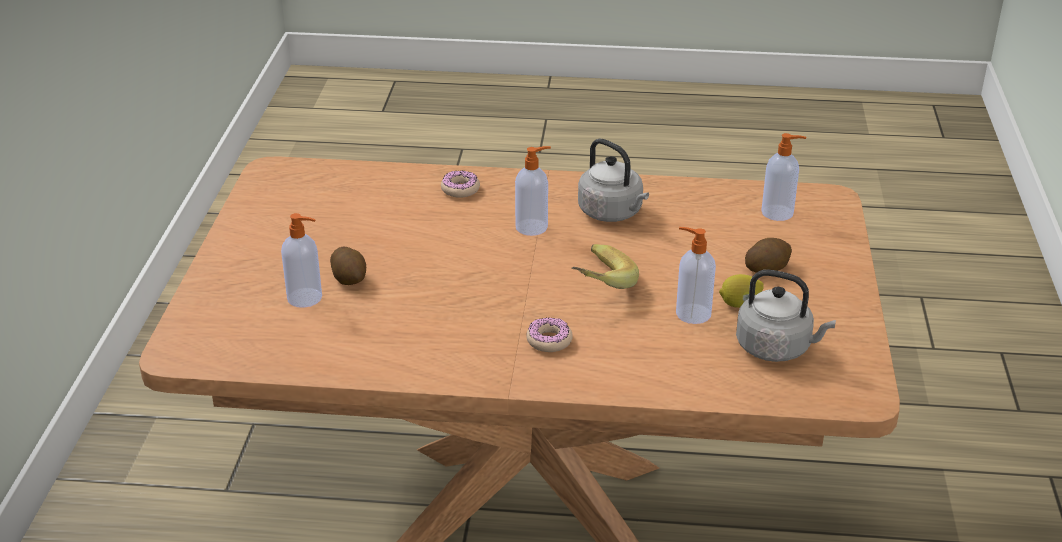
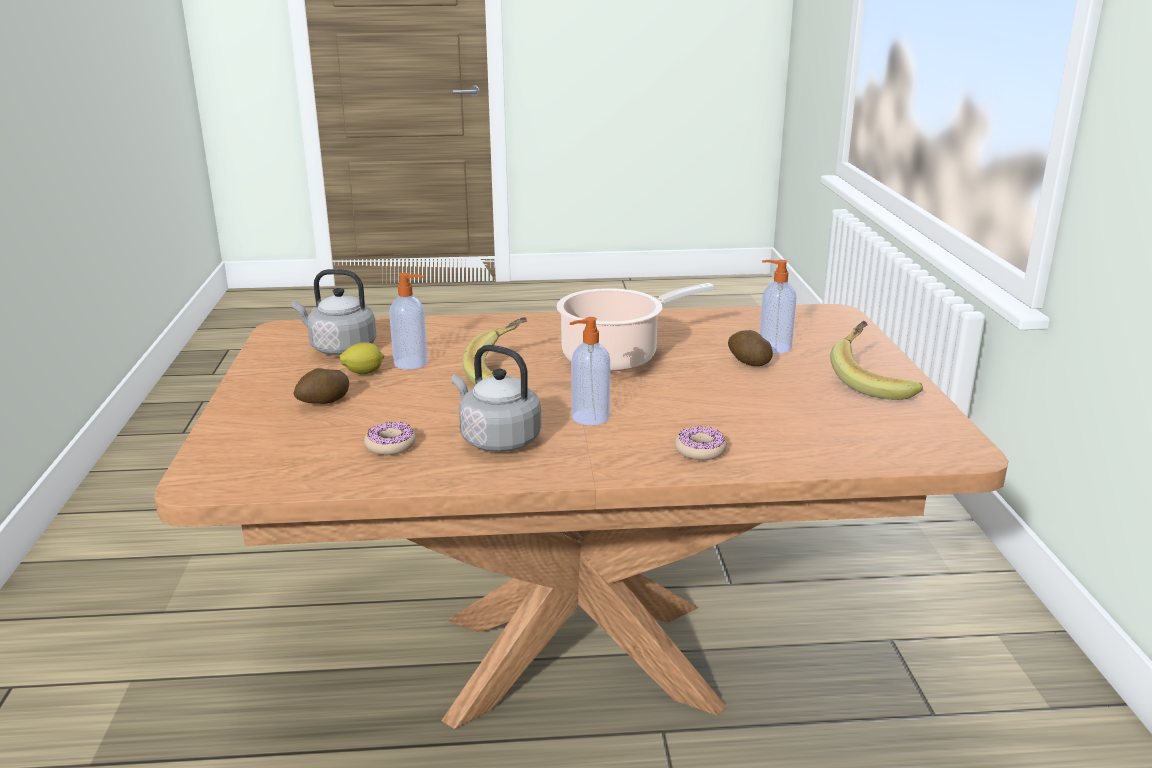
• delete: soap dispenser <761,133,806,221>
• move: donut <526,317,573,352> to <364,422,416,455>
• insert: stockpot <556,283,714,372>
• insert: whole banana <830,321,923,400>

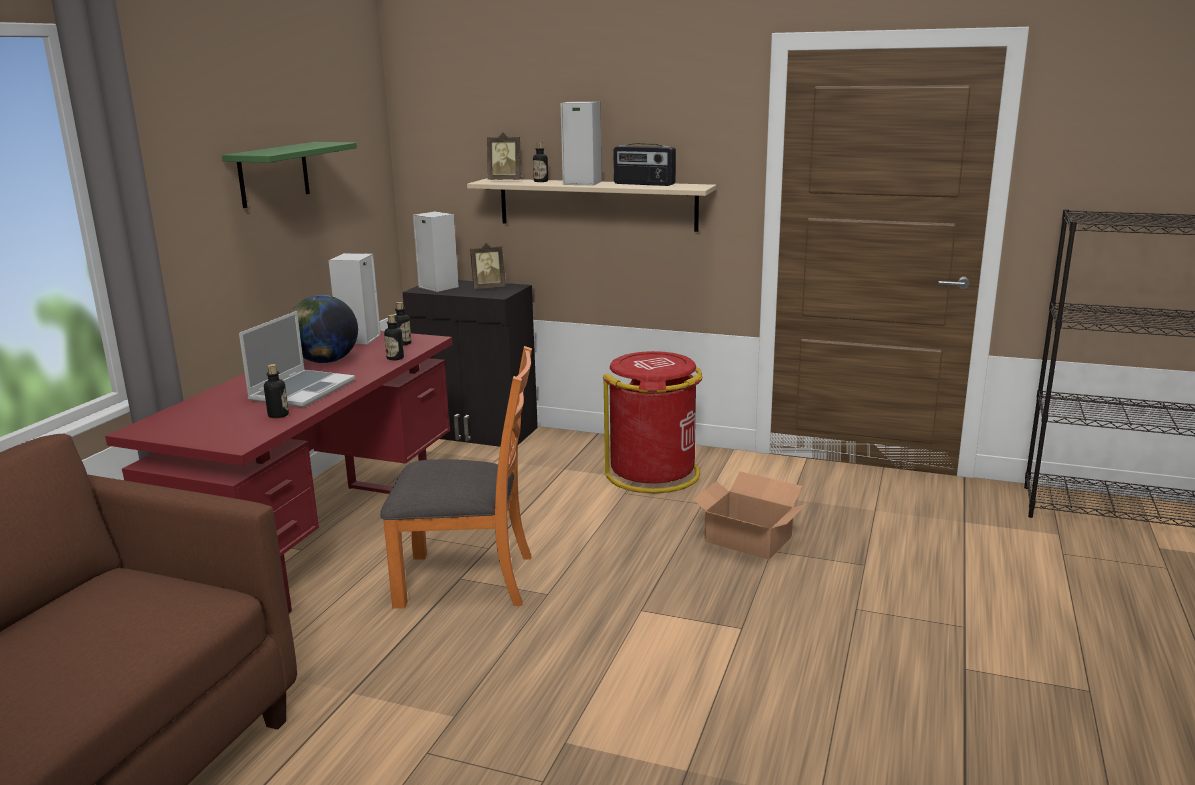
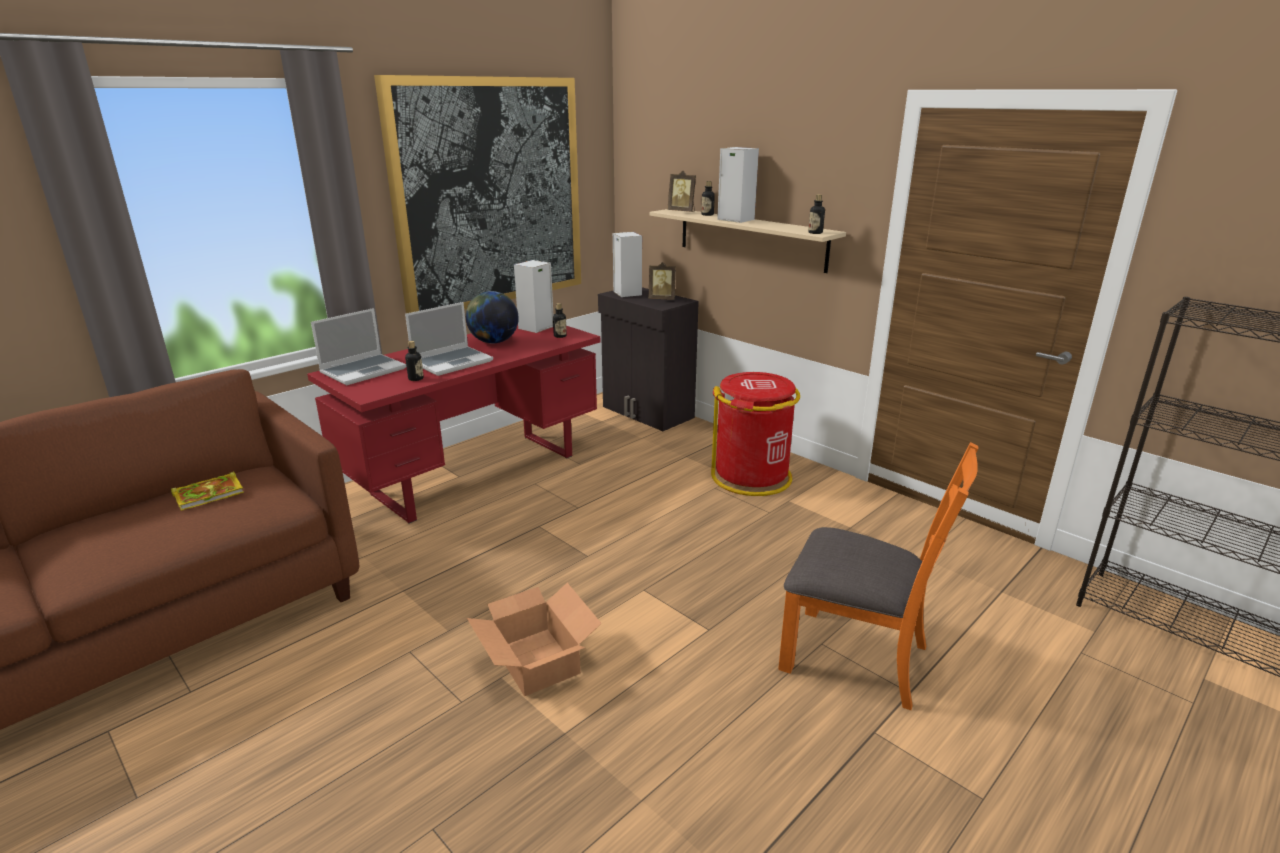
• replace: greenish shelf <222,142,357,208> to picture <374,75,581,314>
• delete: radio <613,143,676,186>
• move: beverage bottle <384,314,404,361> to <808,194,825,234>
• move: orange upright chair <380,346,532,609> to <778,442,979,710>
• move: cardboard box <693,471,808,560> to <467,583,602,696>
• insert: laptop <311,308,406,385>
• insert: bound book <171,471,244,511>

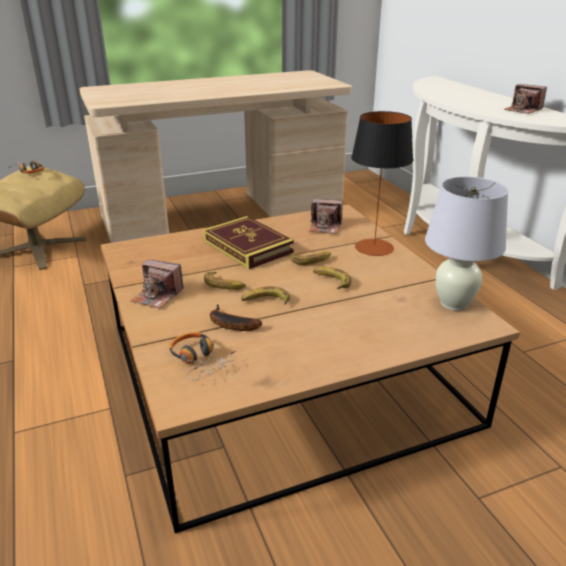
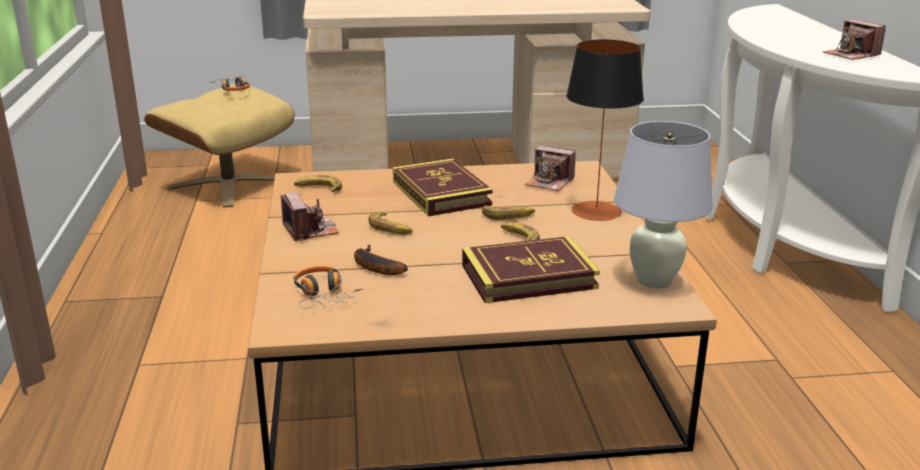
• rotate: still camera <131,259,184,309> = <281,192,339,241> 150 degrees counterclockwise
• move: whole banana <241,286,290,304> to <294,175,342,192>
• insert: bound book <462,236,600,303>

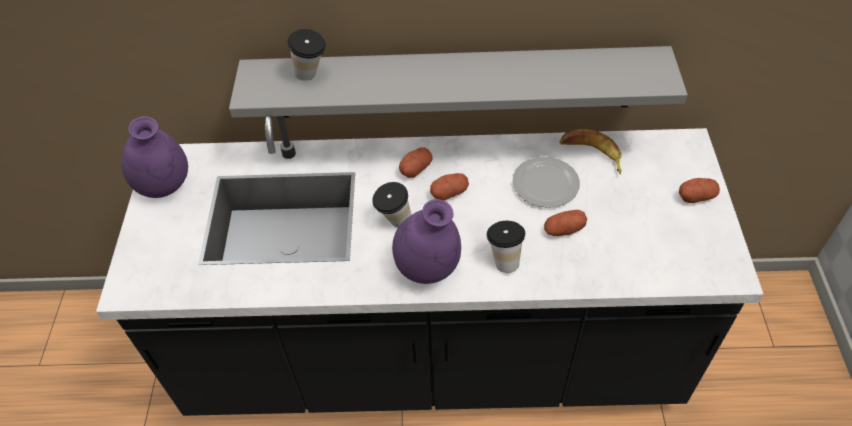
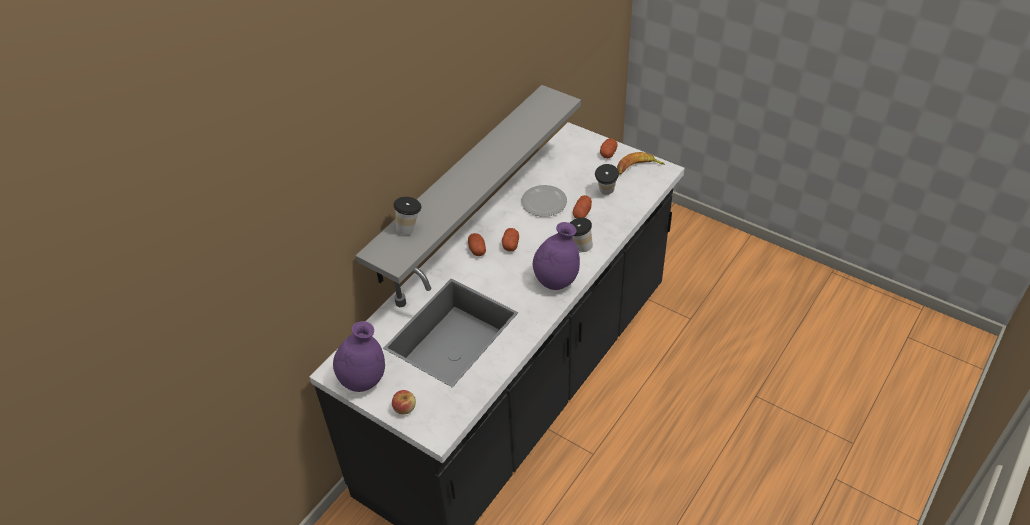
• move: whole banana <559,129,622,174> to <617,152,665,175>
• move: small cup <372,182,412,228> to <595,164,619,195>
• insert: apple fruit <392,390,416,415>

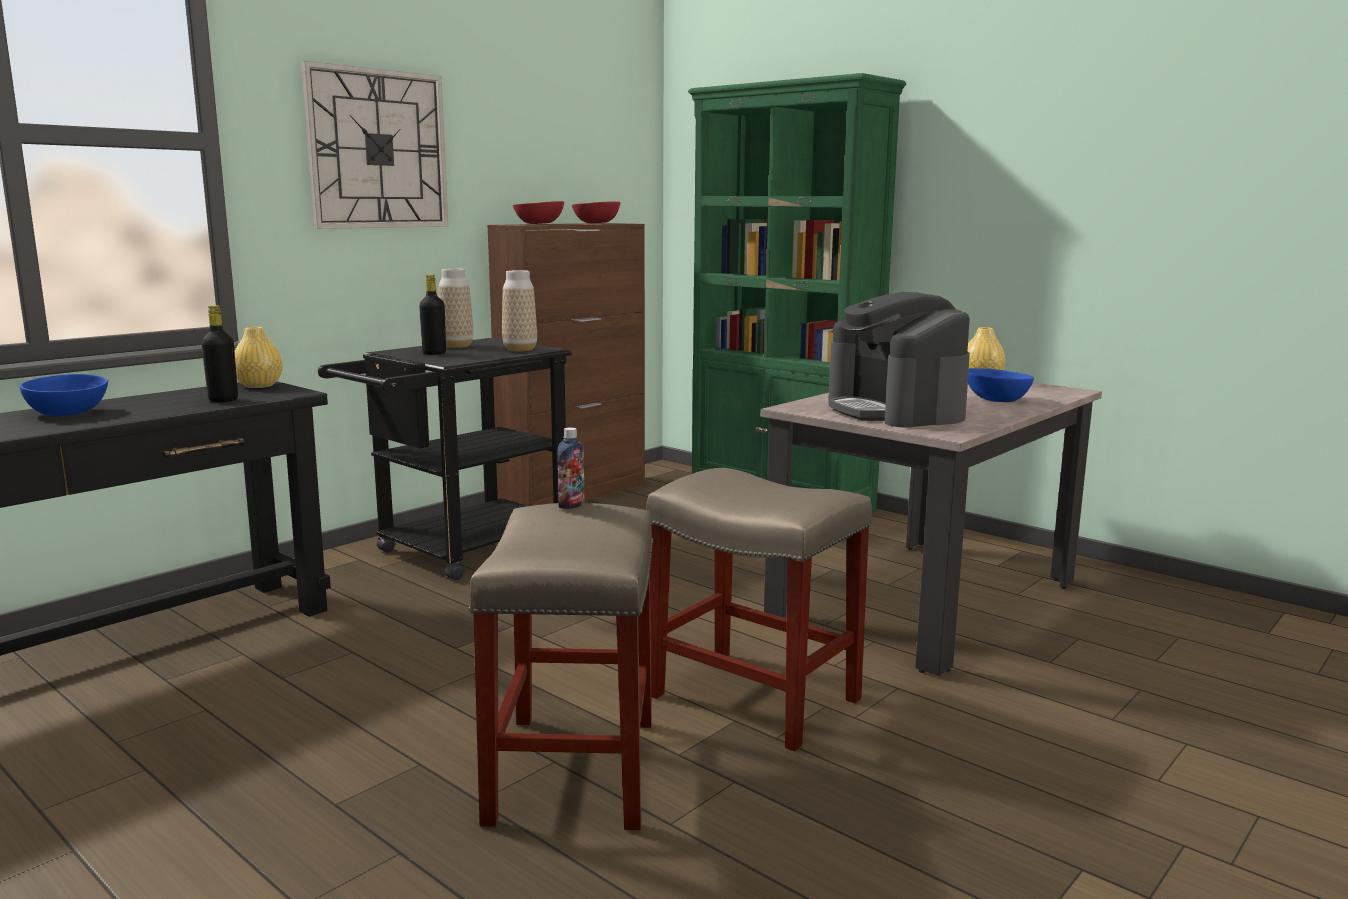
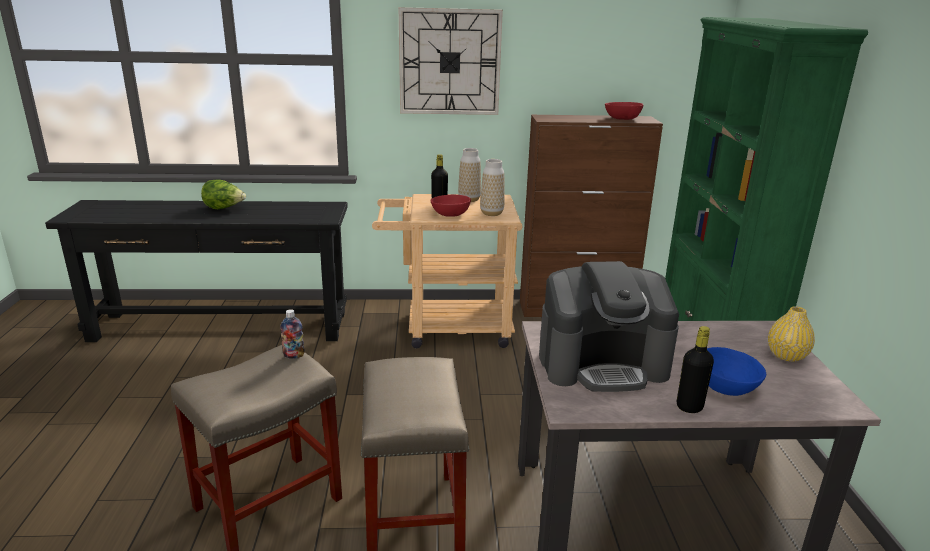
• move: reddish bowl <513,201,564,224> to <430,195,471,217>
• rotate: coffee maker <828,292,970,428> = <539,261,679,392> 120 degrees counterclockwise
• move: blackish beverage bottle <201,305,238,402> to <677,326,714,413>
• delete: yellowish vase <235,327,282,388>
• recolor: blackish wheeled cart <318,338,572,580> to beige wheeled cart <372,194,522,348>
• replace: blue-coloured bowl <20,374,108,416> to head of lettuce <201,179,246,209>

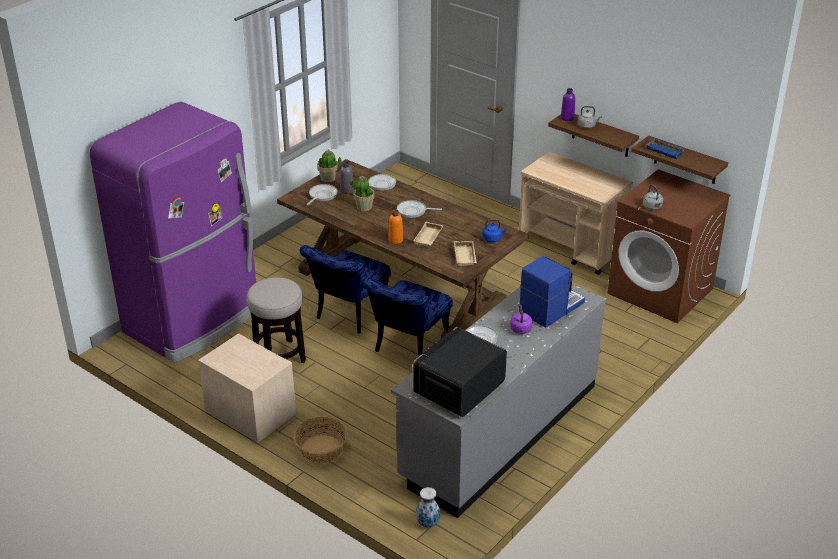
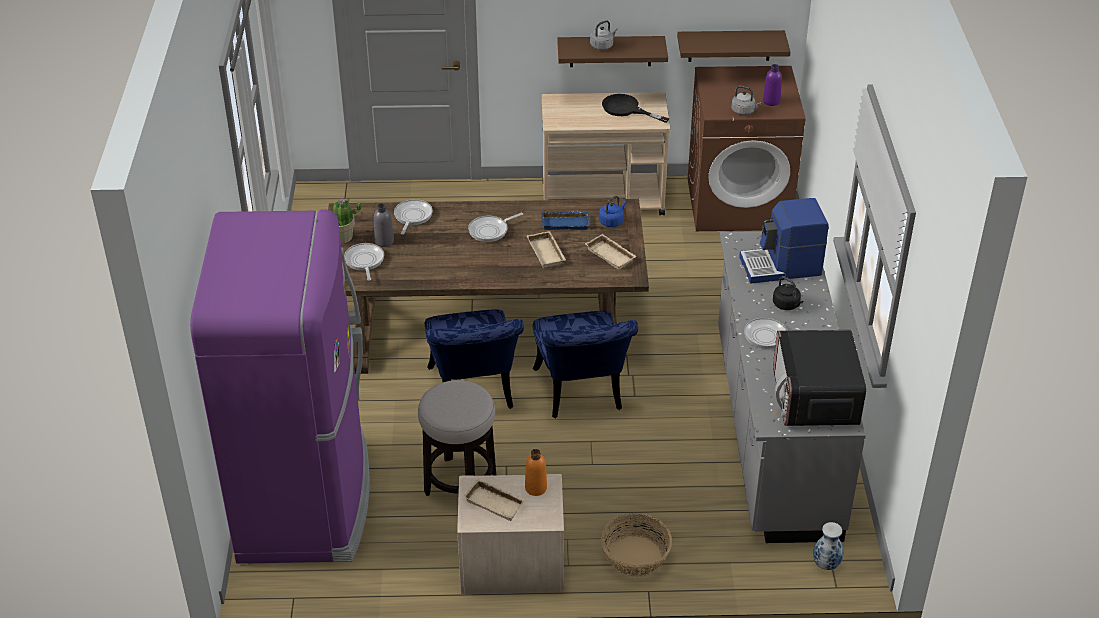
• move: purplish beverage bottle <561,88,575,121> to <763,64,782,106>
• move: blue-coloured serving tray <646,138,686,159> to <541,211,589,230>
• delete: houseplant <350,176,375,211>
• move: orange beverage bottle <388,210,403,244> to <525,449,547,496>
• rotate: coffee maker <520,256,585,328> = <739,198,829,284> 105 degrees counterclockwise
• recolor: purplish water kettle <510,305,533,334> to blackish water kettle <773,276,804,310>
• insert: blackish frying pan <602,94,670,123>
• insert: beige serving tray <463,479,526,521>

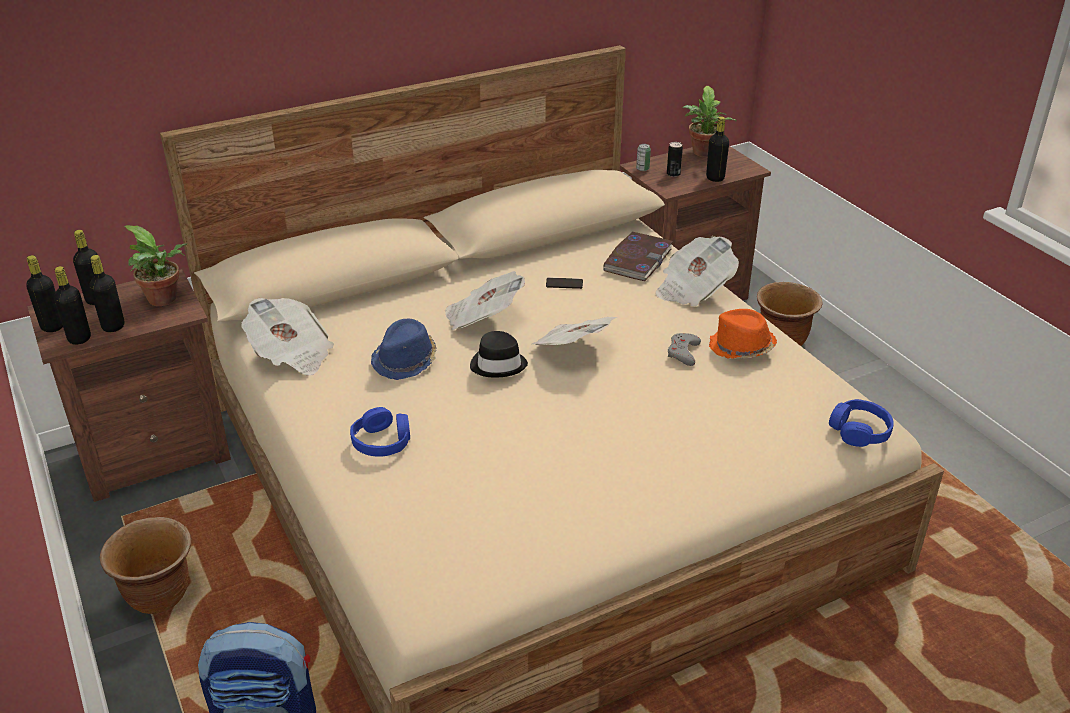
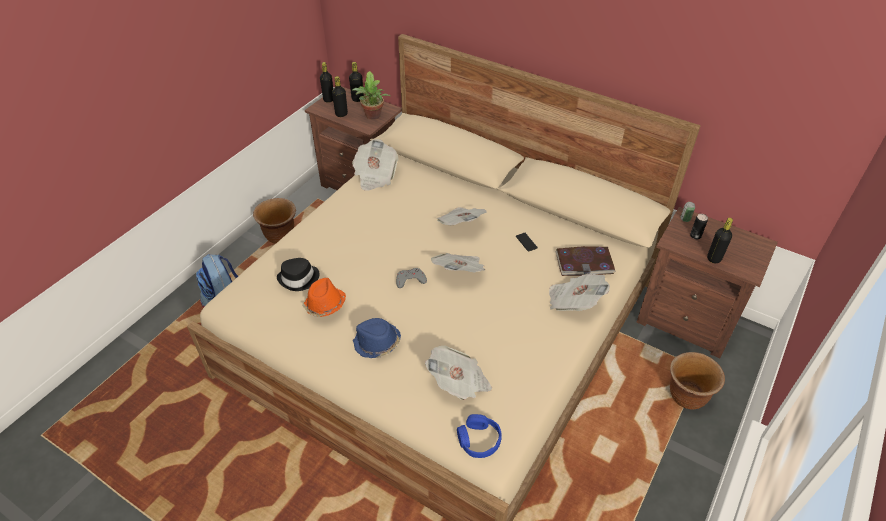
• delete: houseplant <682,86,737,157>
• delete: blackish beverage bottle <54,266,91,345>
• move: orange hat <709,309,777,359> to <303,278,346,317>
• move: blue-coloured hat <371,319,436,380> to <353,318,401,358>
• move: blackish hat <470,331,528,378> to <277,258,319,291>
• move: gray joypad <668,333,701,366> to <396,268,427,288>
• delete: blue-coloured pair of headphones <350,407,410,457>
• insert: printed paper <425,345,492,400>

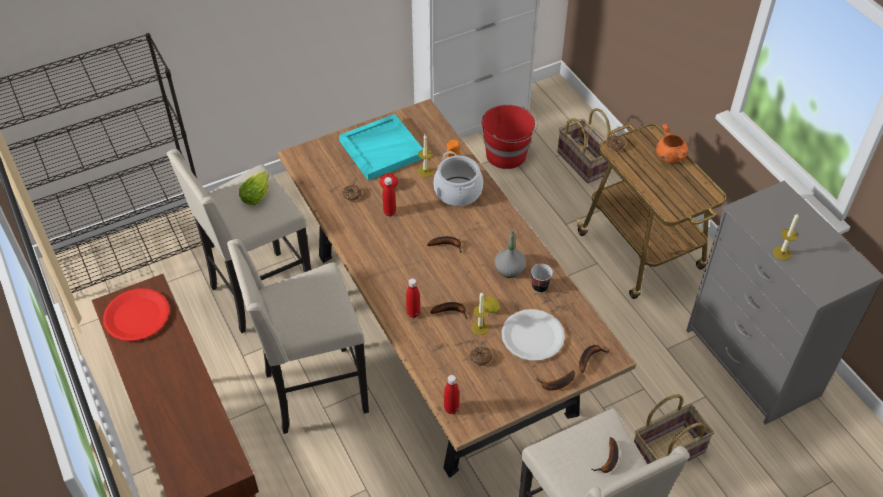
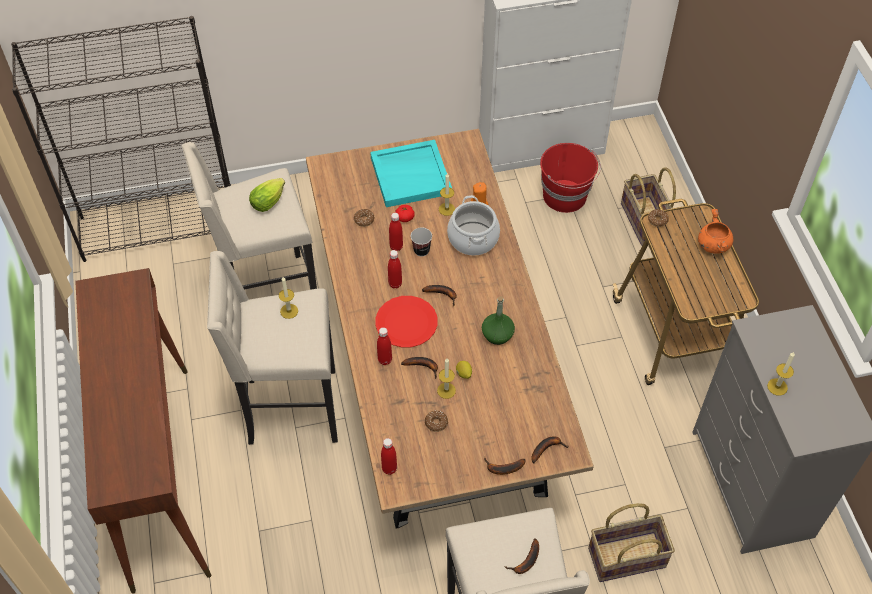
• recolor: gray beverage bottle <494,228,526,278> to greenish beverage bottle <482,296,515,345>
• move: small cup <531,264,553,293> to <411,228,432,256>
• move: reddish flat dish <103,288,170,341> to <375,296,438,347>
• delete: white flat dish <501,309,565,361>
• insert: reddish beverage bottle <388,250,402,288>
• insert: candle <279,277,298,319>

